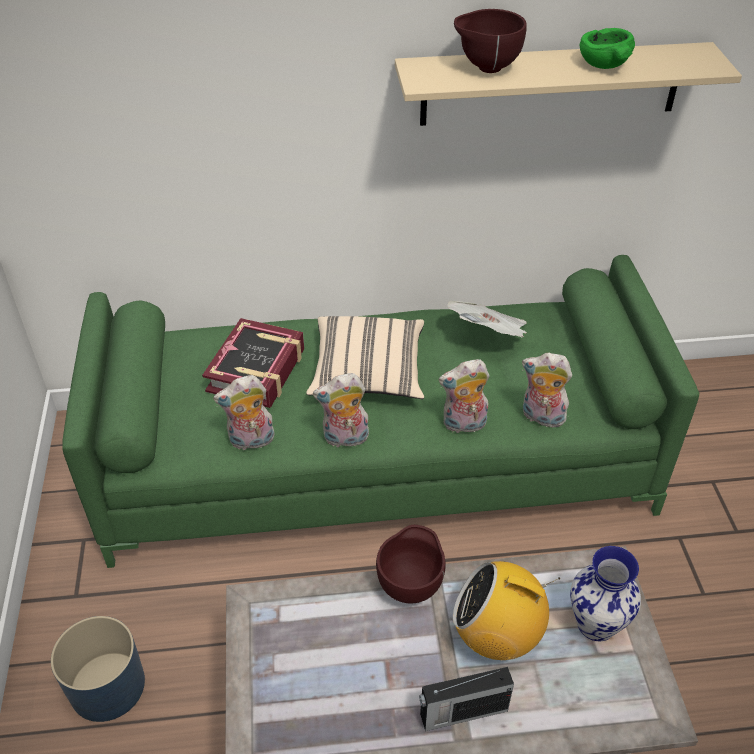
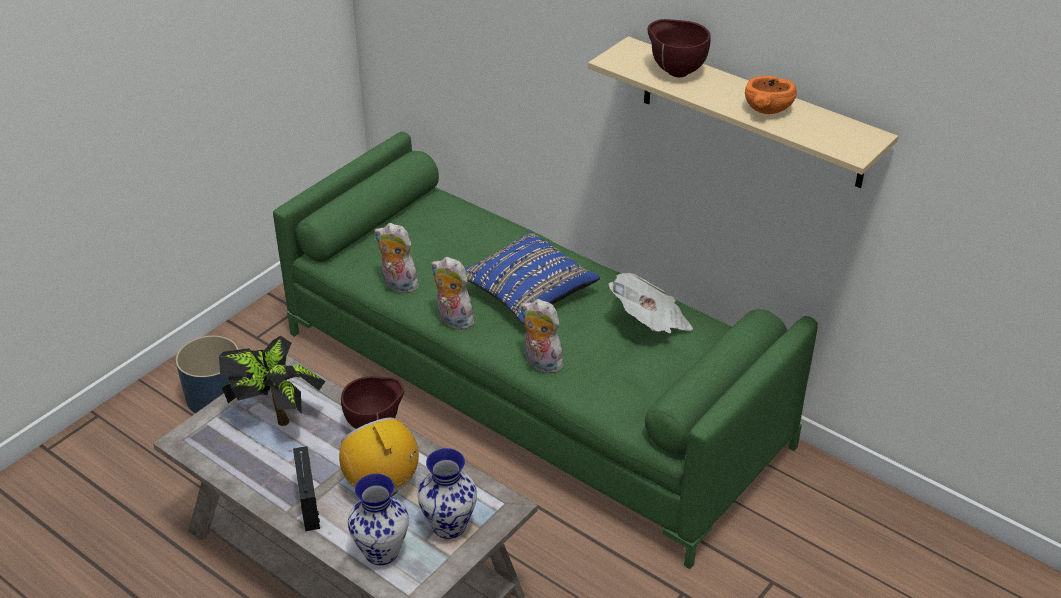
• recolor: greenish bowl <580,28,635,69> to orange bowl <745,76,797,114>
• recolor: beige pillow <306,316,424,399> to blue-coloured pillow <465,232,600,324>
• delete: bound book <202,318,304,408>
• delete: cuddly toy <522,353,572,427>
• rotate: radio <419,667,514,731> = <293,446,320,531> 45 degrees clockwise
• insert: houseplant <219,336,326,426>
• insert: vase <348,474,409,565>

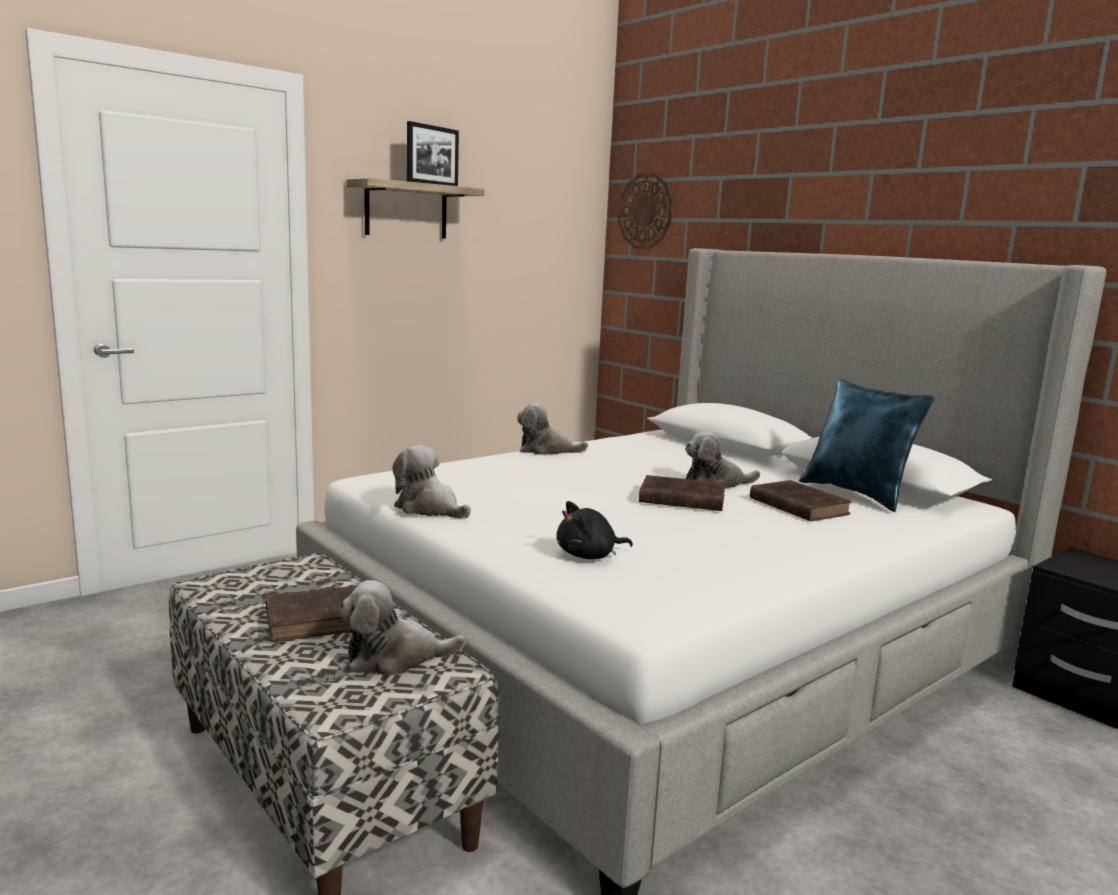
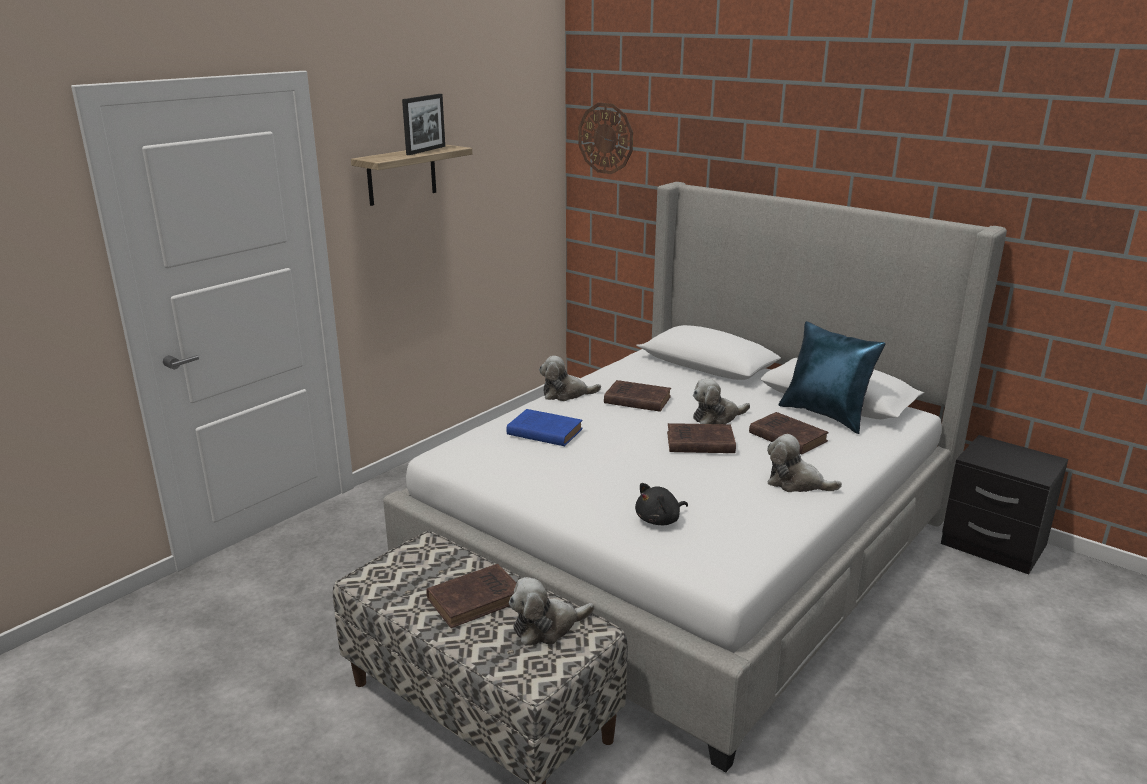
• move: cuddly toy <392,445,471,518> to <767,434,842,492>
• insert: brownish bound book <604,380,671,412>
• insert: blue-coloured bound book <507,409,583,446>

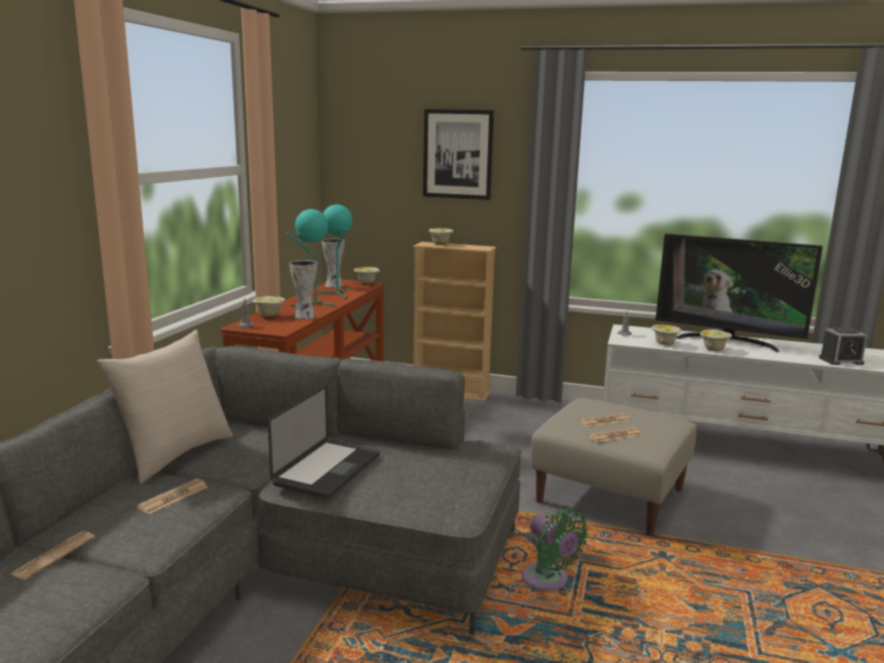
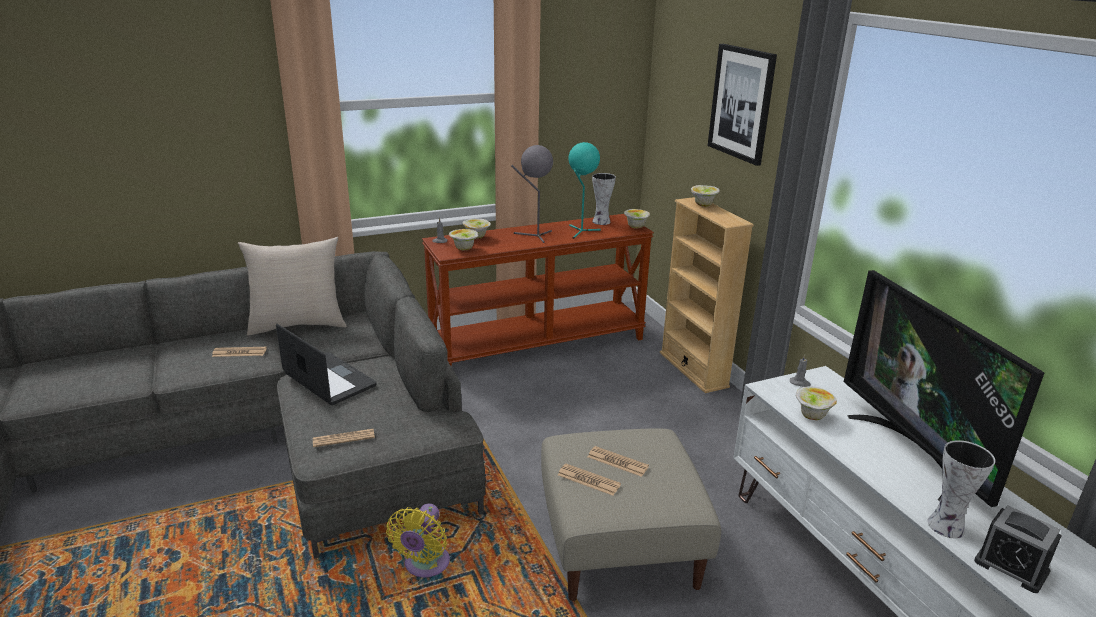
• recolor: turquoise-coloured table lamp <286,209,334,307> to gray table lamp <511,145,553,243>
• move: vase <289,260,317,320> to <927,440,995,538>
• move: bowl <700,329,732,351> to <449,229,478,250>
• rotate: laptop <268,385,380,498> = <276,324,376,405> 120 degrees counterclockwise
• recolor: greenish fan <522,509,588,591> to yellowish fan <386,503,450,577>
• move: printed paper <11,531,95,580> to <313,429,375,447>

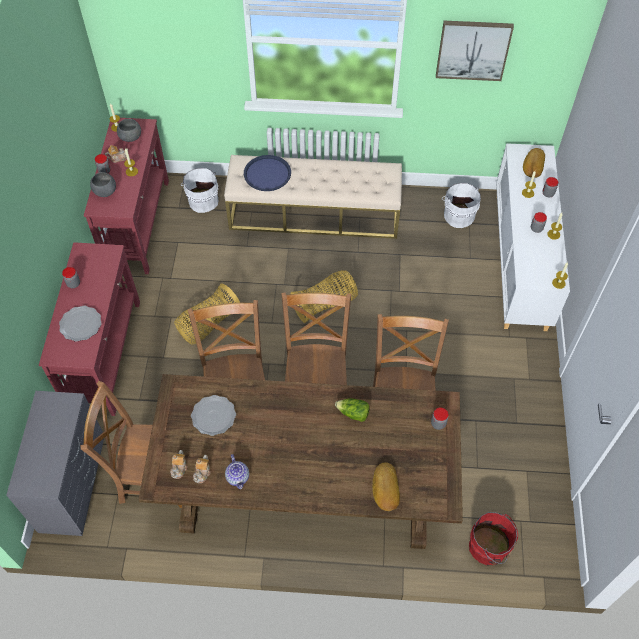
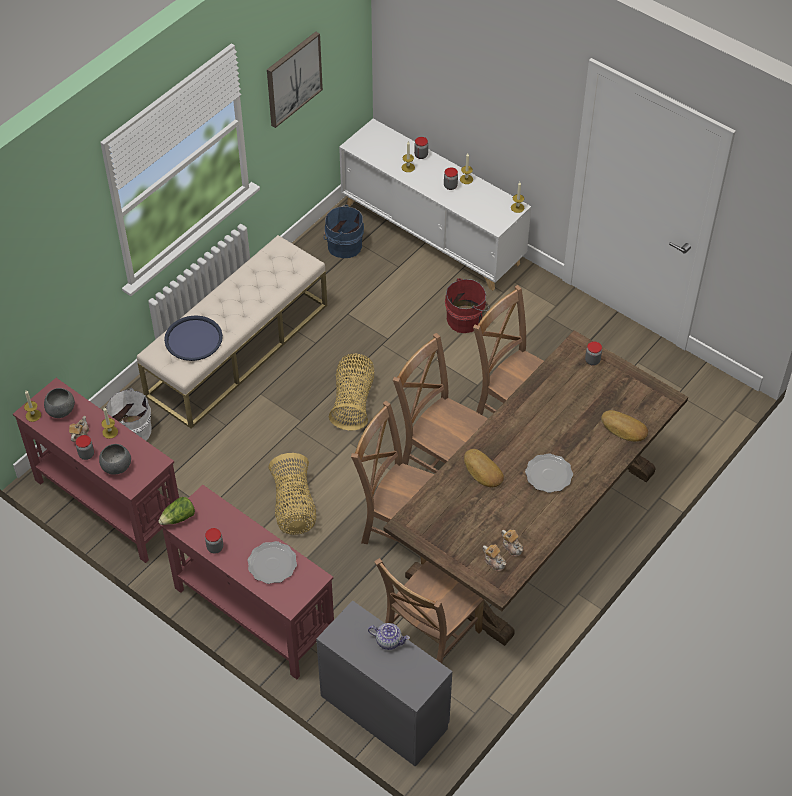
• move: baked bread <523,148,545,178> to <464,449,504,488>
• recolor: white pail <442,183,481,228> to blue-coloured pail <323,204,364,258>
• move: flat dish <191,395,236,436> to <525,453,573,493>
• move: head of lettuce <335,398,370,422> to <158,497,195,525>
• move: tea pot <225,454,249,489> to <368,623,410,650>
• move: reddish pail <469,512,518,566> to <445,278,489,333>

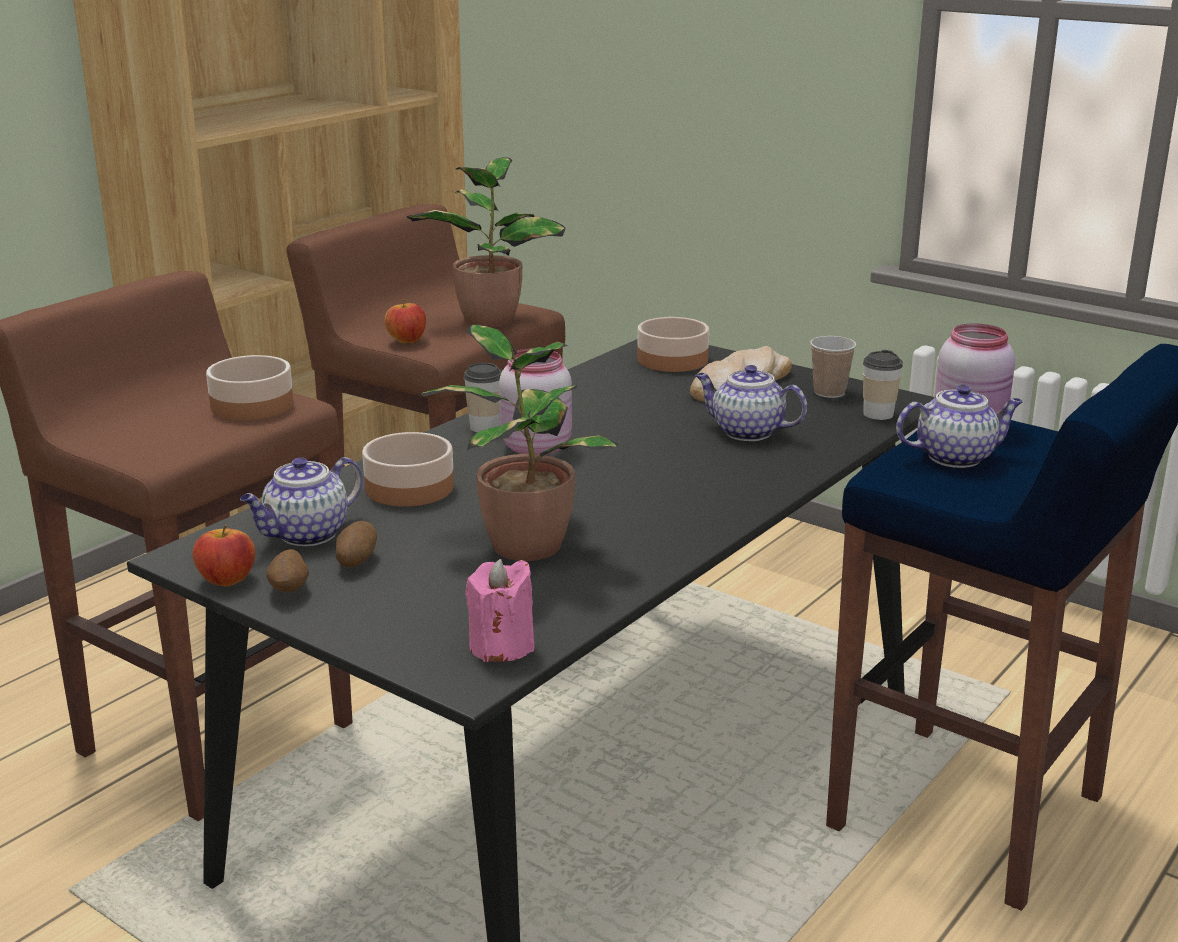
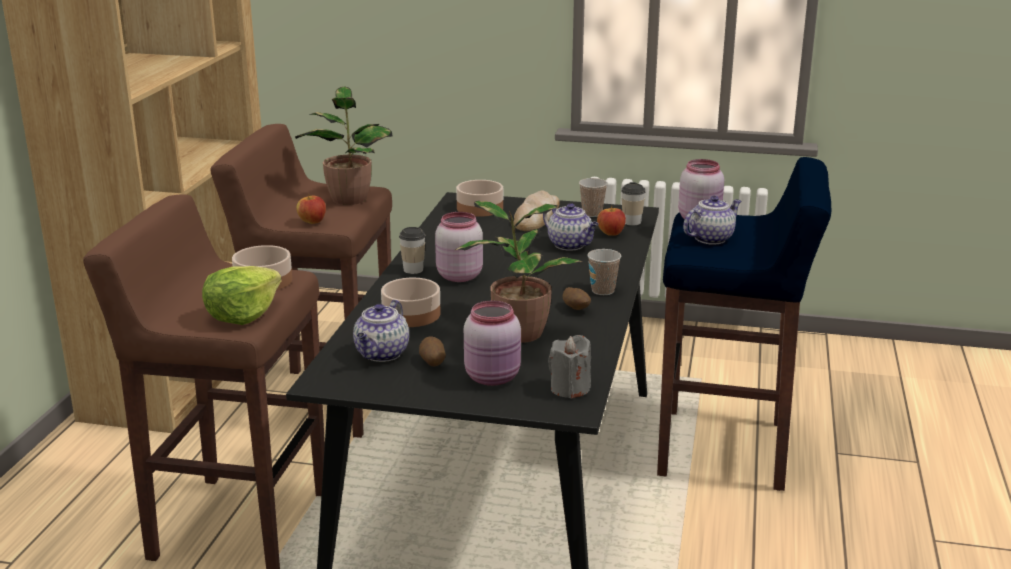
• rotate: tea pot <695,365,807,441> = <543,203,599,251> 135 degrees counterclockwise
• move: apple fruit <192,525,255,587> to <597,206,626,236>
• move: potato <266,549,309,593> to <563,287,591,310>
• recolor: pink candle <465,559,535,662> to gray candle <548,335,591,399>
• insert: small cup <588,249,621,295>
• insert: head of lettuce <202,266,282,325>
• insert: pink preserve jar <464,300,521,386>

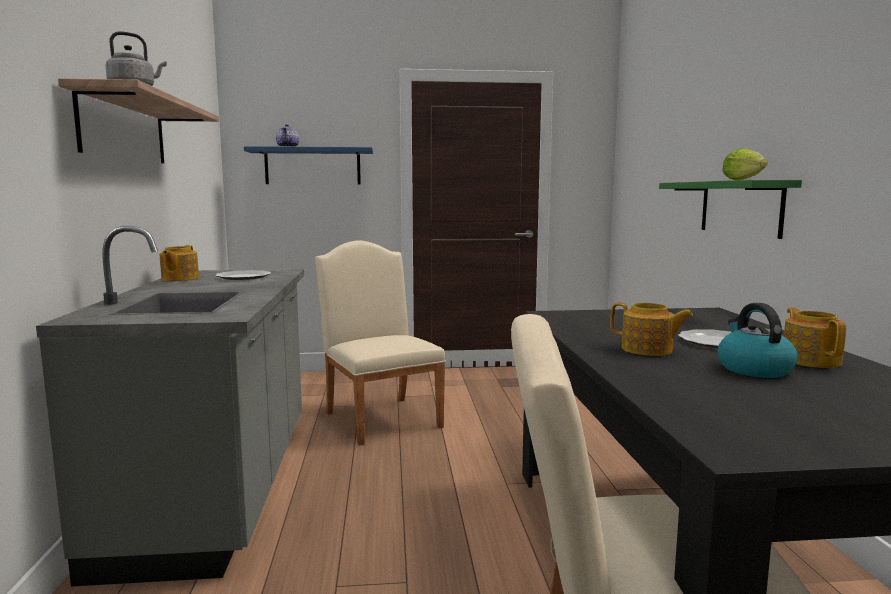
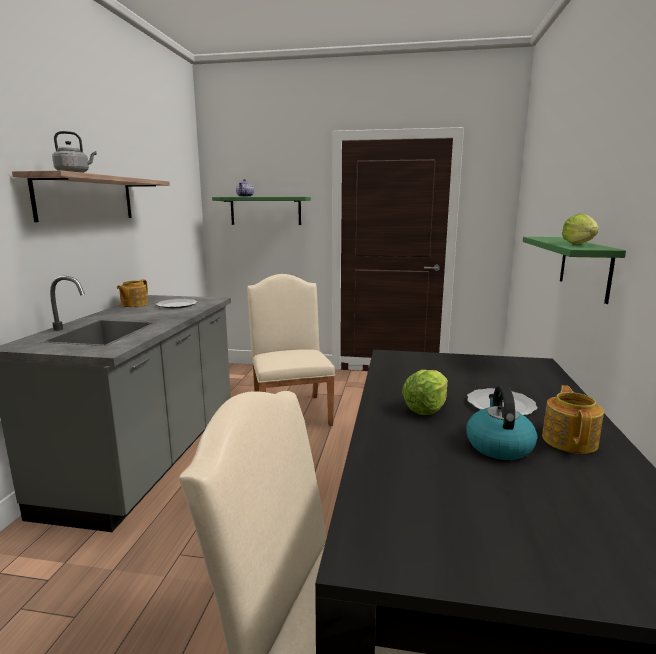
• recolor: blue-coloured shelf <244,146,373,184> to greenish shelf <212,197,311,225>
• replace: tea pot <610,302,693,356> to head of lettuce <402,370,448,415>

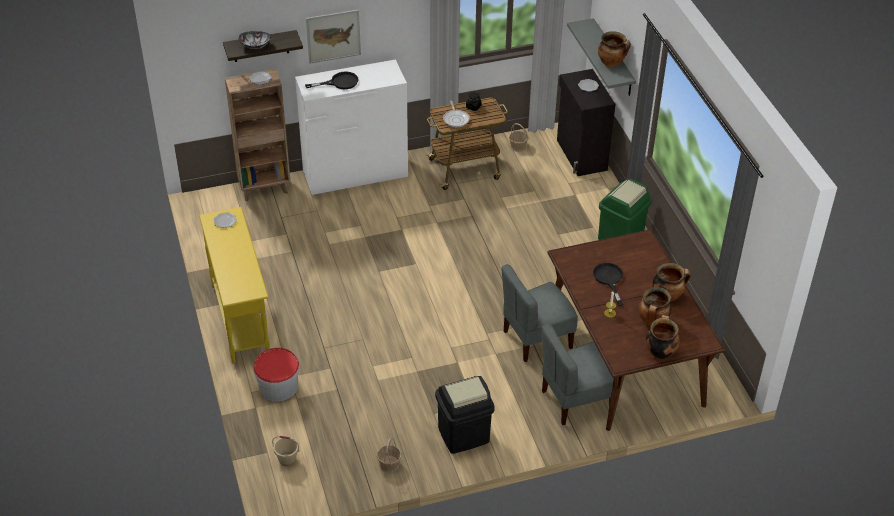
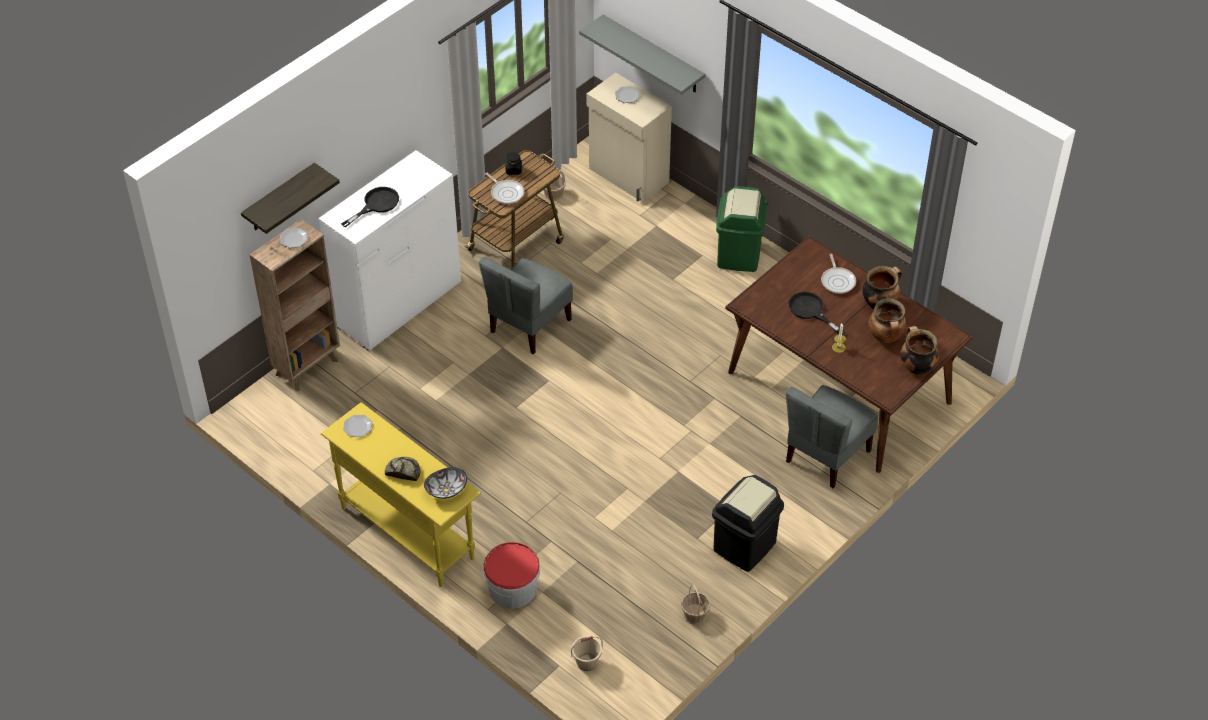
• delete: picture <306,10,361,64>
• move: bowl <238,31,271,49> to <424,467,467,499>
• delete: stockpot <598,31,631,67>
• recolor: blackish storage cabinet <557,69,616,176> to beige storage cabinet <587,73,672,202>
• move: gray upright chair <501,264,578,362> to <479,257,573,354>
• insert: frying pan <821,254,856,294>
• insert: baked bread <385,457,420,481>

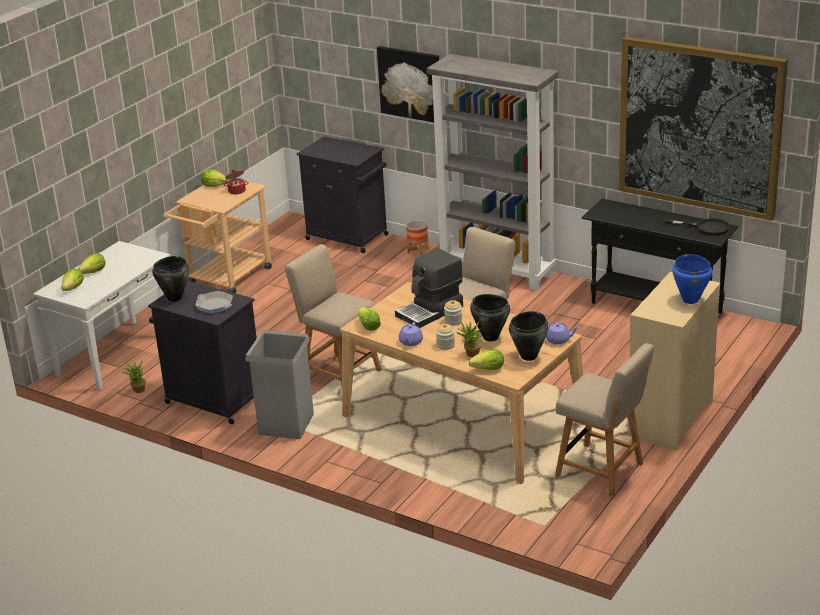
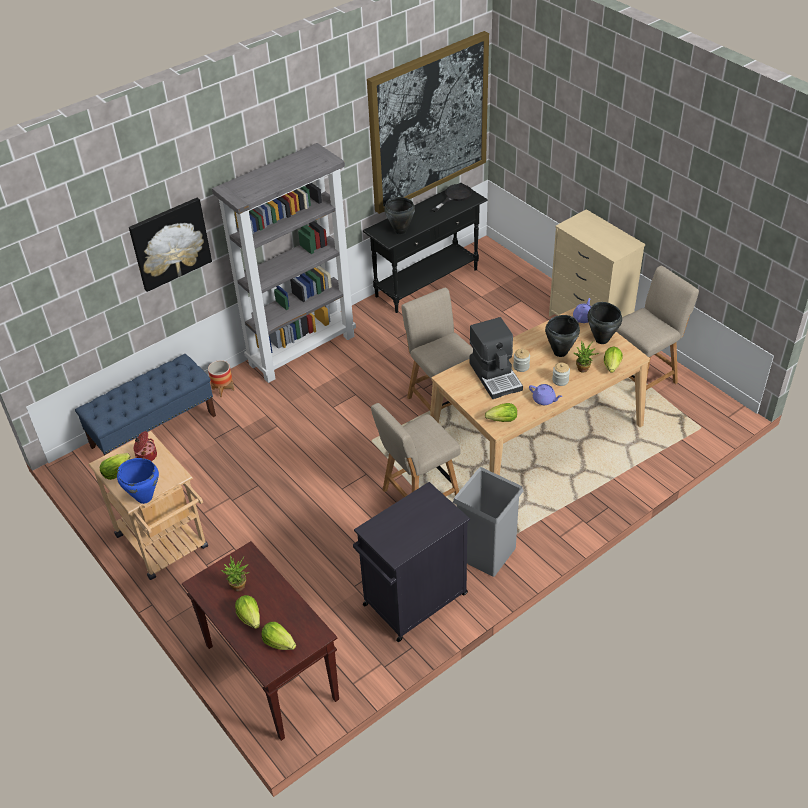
• replace: blackish storage cabinet <297,136,388,253> to blue-coloured long seat <75,354,216,455>
• recolor: white hall table <33,241,170,390> to brownish hall table <182,541,339,741>
• move: blue-coloured stockpot <672,254,712,304> to <117,458,159,504>
• move: blackish stockpot <152,256,189,302> to <384,197,415,235>
• delete: frying pan <195,291,233,314>
• move: houseplant <121,362,146,393> to <221,556,249,591>

